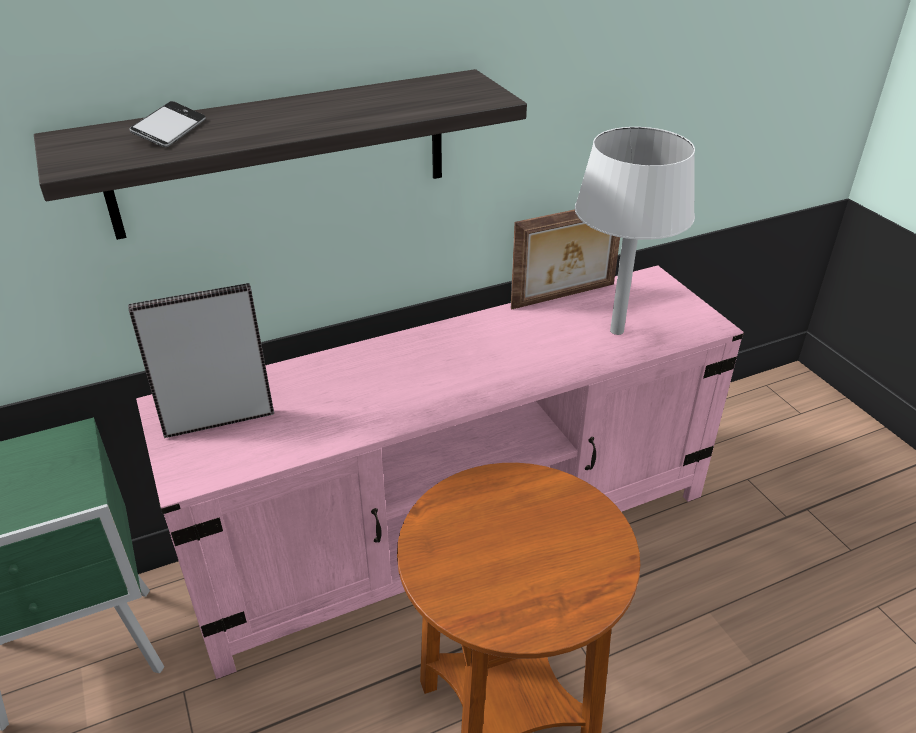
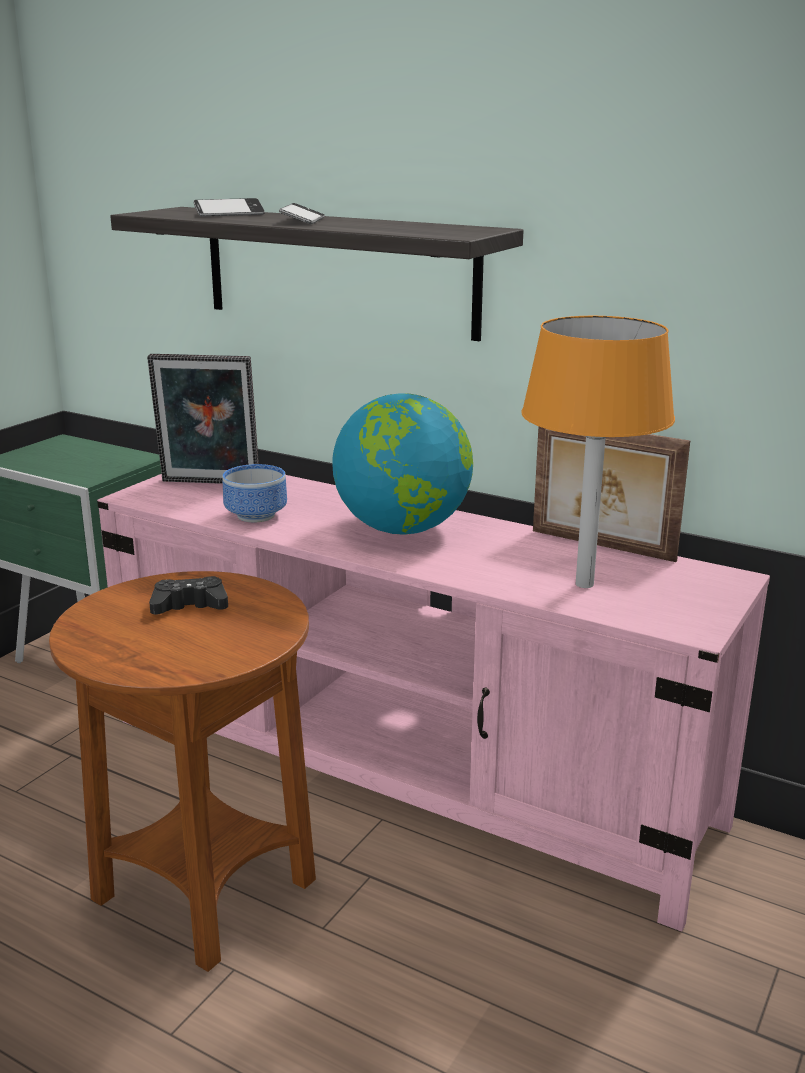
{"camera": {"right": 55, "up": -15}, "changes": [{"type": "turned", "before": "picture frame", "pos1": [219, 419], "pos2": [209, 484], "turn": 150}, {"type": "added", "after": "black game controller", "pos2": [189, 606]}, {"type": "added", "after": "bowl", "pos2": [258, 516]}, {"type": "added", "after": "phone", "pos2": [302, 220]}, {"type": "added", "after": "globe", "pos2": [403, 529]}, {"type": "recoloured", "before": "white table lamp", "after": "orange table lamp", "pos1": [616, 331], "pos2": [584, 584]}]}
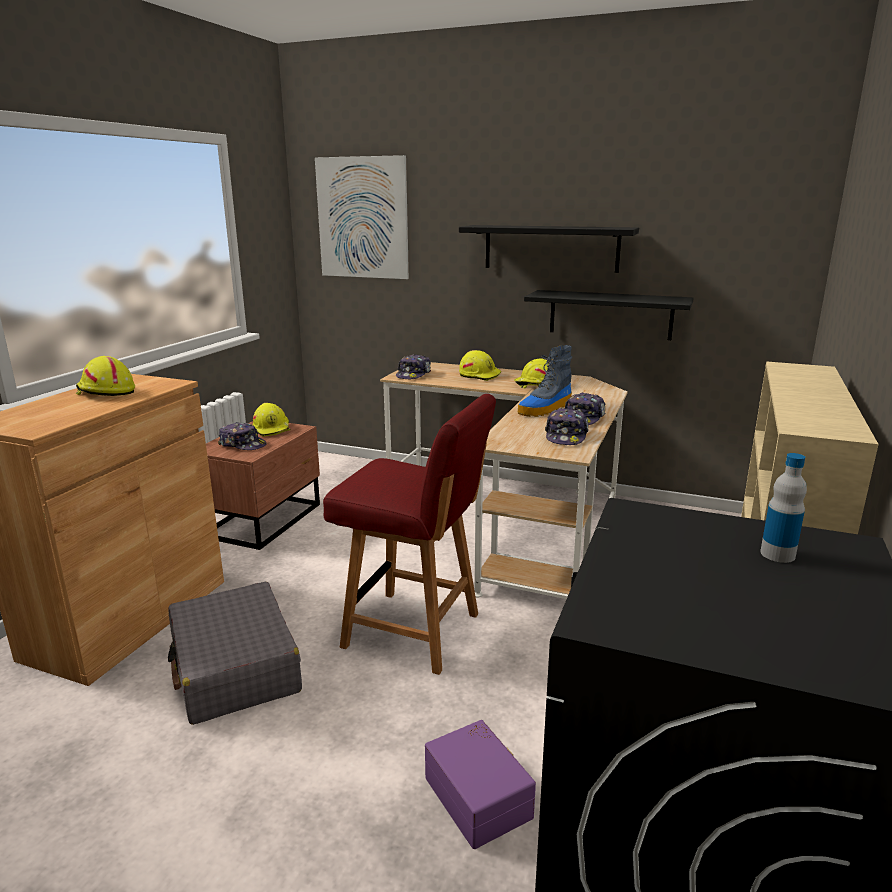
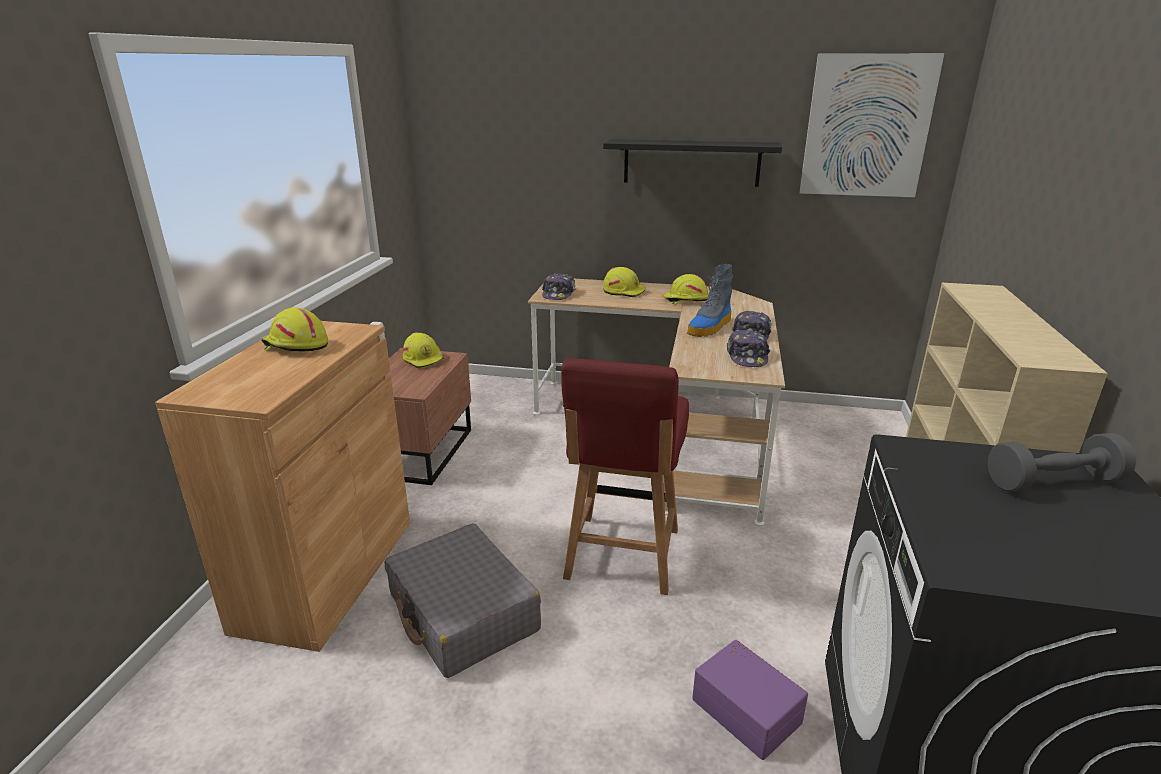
{"camera": {"right": -10, "up": 5}, "changes": [{"type": "turned", "before": "red chair", "pos1": [415, 631], "pos2": [622, 555], "turn": 90}, {"type": "moved", "before": "picture", "pos1": [362, 218], "pos2": [867, 127]}, {"type": "replaced", "before": "bottle", "after": "grey dumbbell", "pos1": [777, 554], "pos2": [1053, 482]}, {"type": "removed", "before": "cap", "pos1": [243, 445]}, {"type": "removed", "before": "black shelf", "pos1": [610, 314]}]}
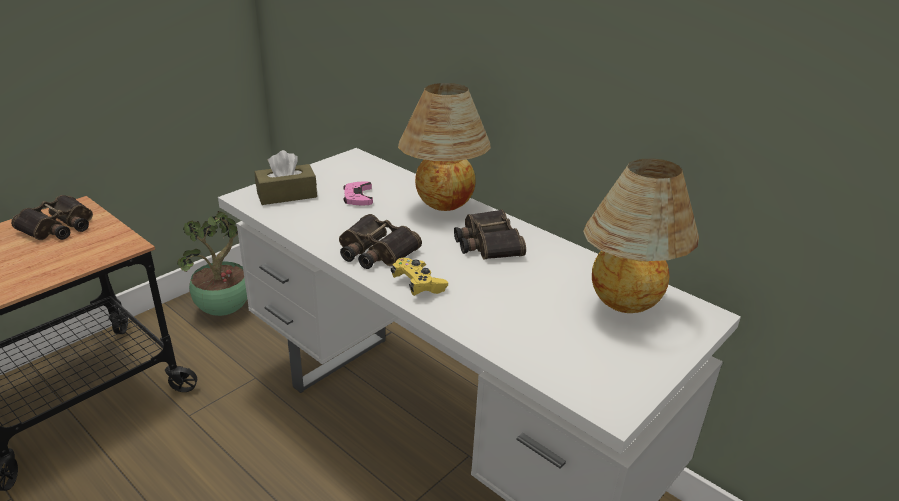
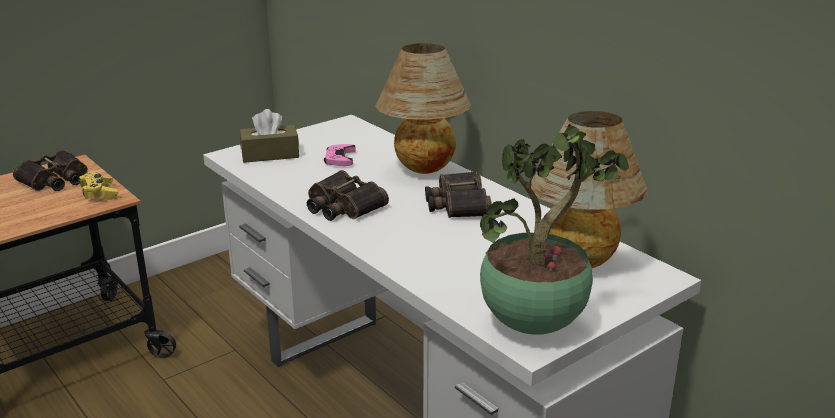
{"camera": {"right": 10, "up": -5}, "changes": [{"type": "moved", "before": "yellow game controller", "pos1": [418, 284], "pos2": [99, 194]}, {"type": "moved", "before": "potted plant", "pos1": [226, 309], "pos2": [535, 324]}]}
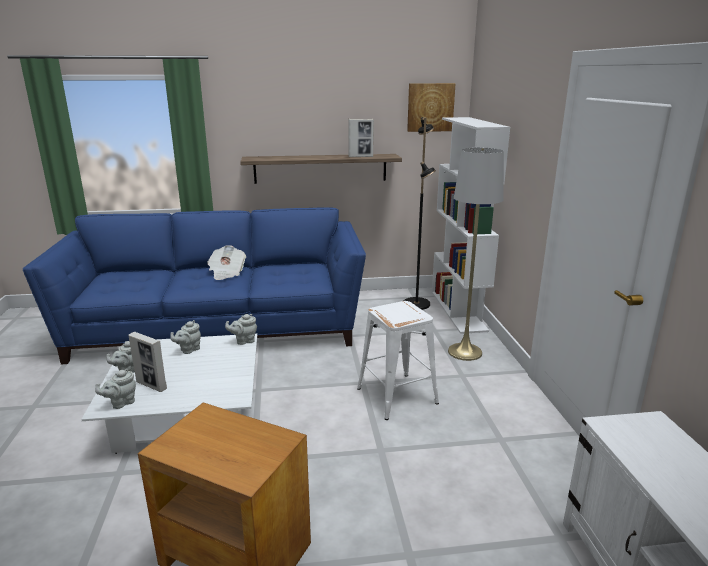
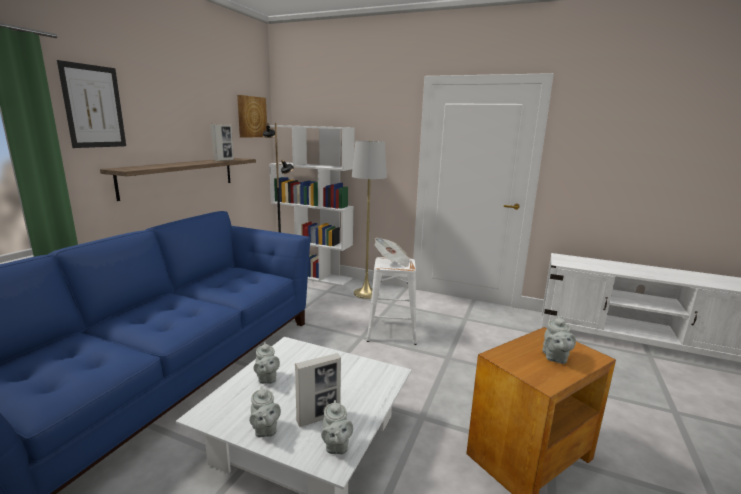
{"camera": {"right": -60, "up": -5}, "changes": [{"type": "added", "after": "picture", "pos2": [94, 106]}, {"type": "moved", "before": "newspaper", "pos1": [227, 273], "pos2": [392, 262]}, {"type": "moved", "before": "grey teapot", "pos1": [244, 341], "pos2": [555, 358]}]}
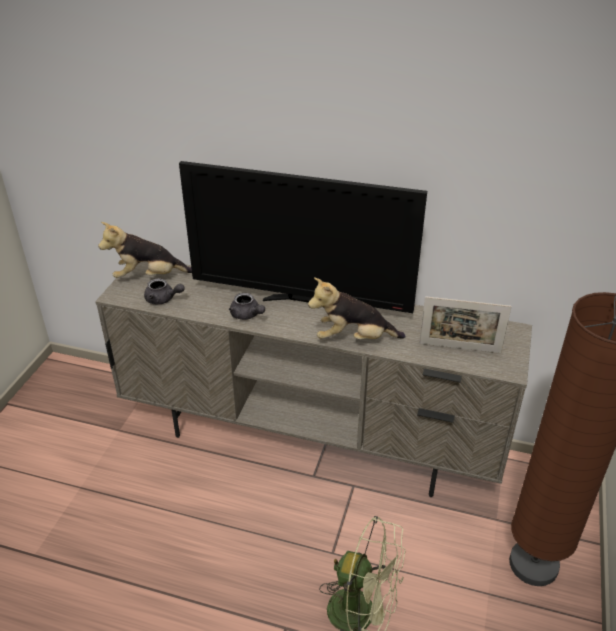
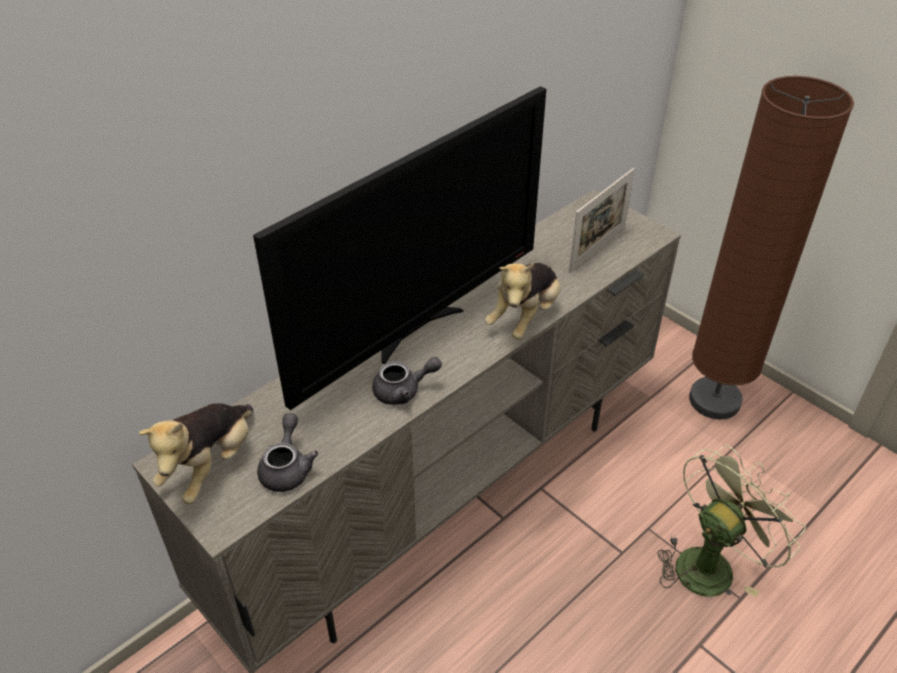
{"camera": {"right": -60, "up": 5}, "changes": [{"type": "turned", "before": "grey teapot", "pos1": [163, 299], "pos2": [287, 467], "turn": -45}]}
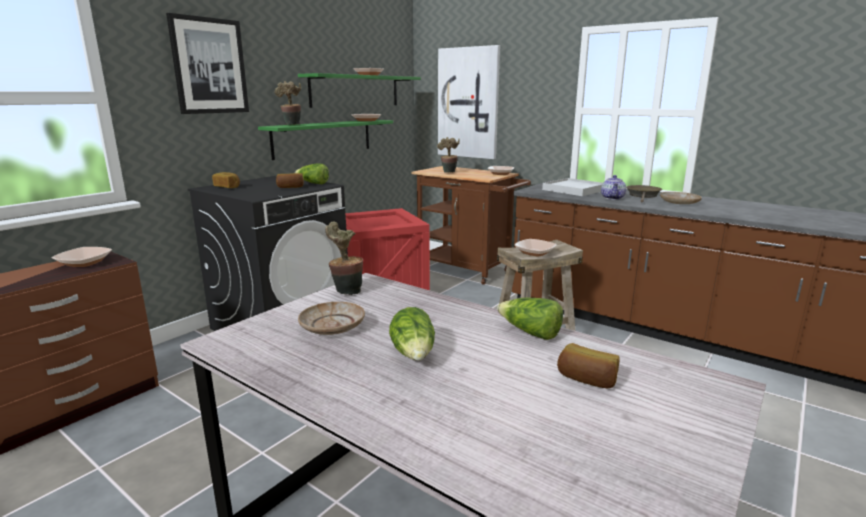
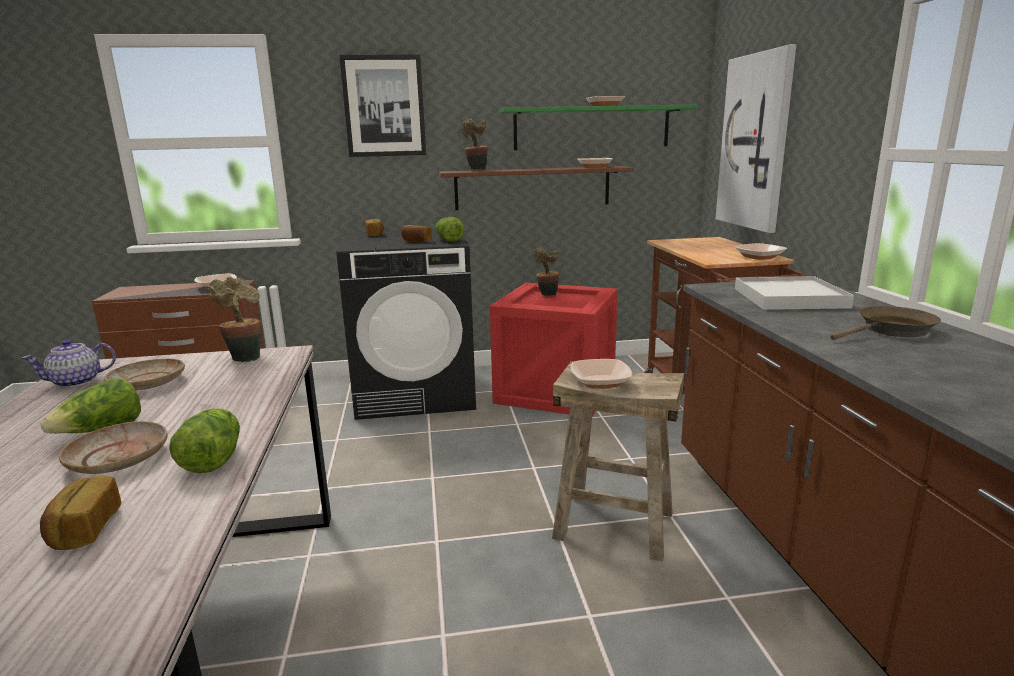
{"camera": {"right": 45, "up": 0}, "changes": [{"type": "moved", "before": "teapot", "pos1": [612, 198], "pos2": [77, 382]}, {"type": "moved", "before": "beige plate", "pos1": [679, 202], "pos2": [119, 458]}, {"type": "recoloured", "before": "green shelf", "after": "brown shelf", "pos1": [323, 138], "pos2": [532, 188]}, {"type": "moved", "before": "potted plant", "pos1": [449, 172], "pos2": [546, 295]}]}
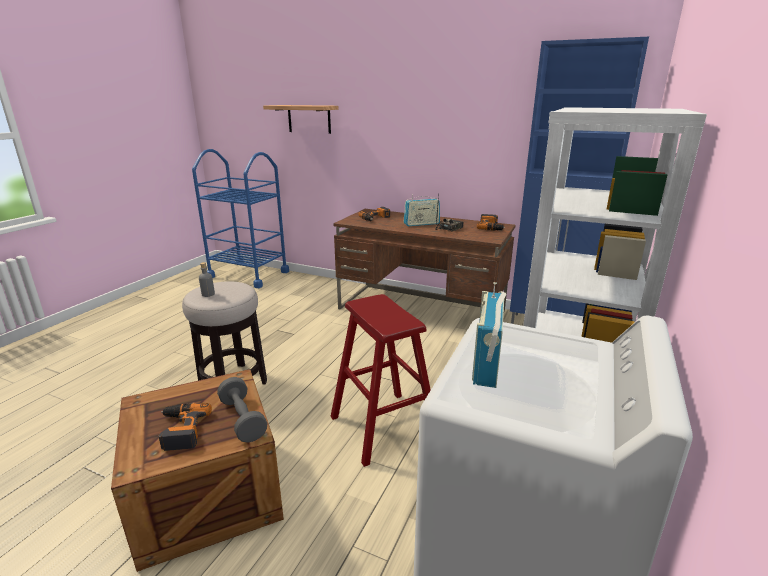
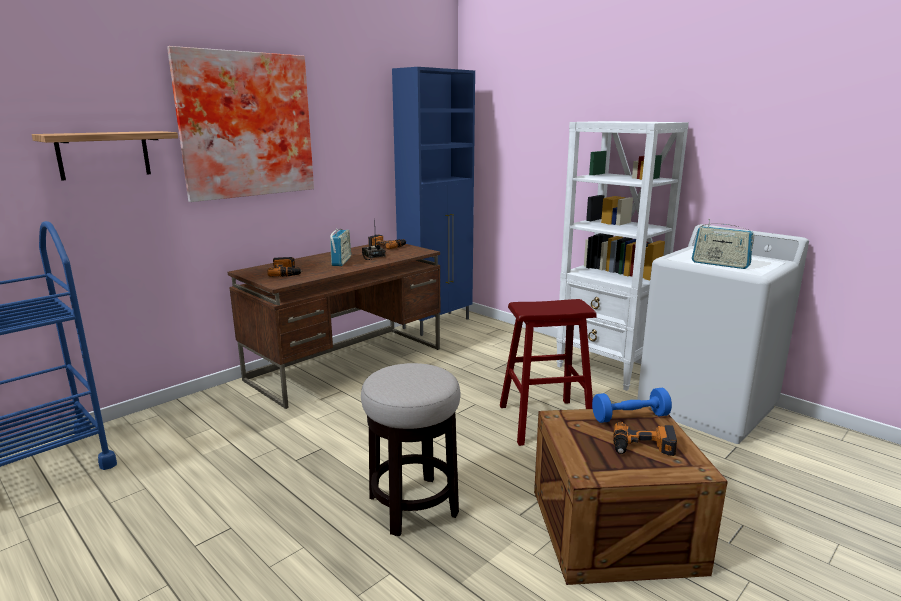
{"camera": {"right": -70, "up": -5}, "changes": [{"type": "added", "after": "picture", "pos2": [245, 125]}, {"type": "recoloured", "before": "grey dumbbell", "after": "blue dumbbell", "pos1": [243, 419], "pos2": [630, 417]}, {"type": "removed", "before": "grey bottle", "pos1": [208, 294]}]}
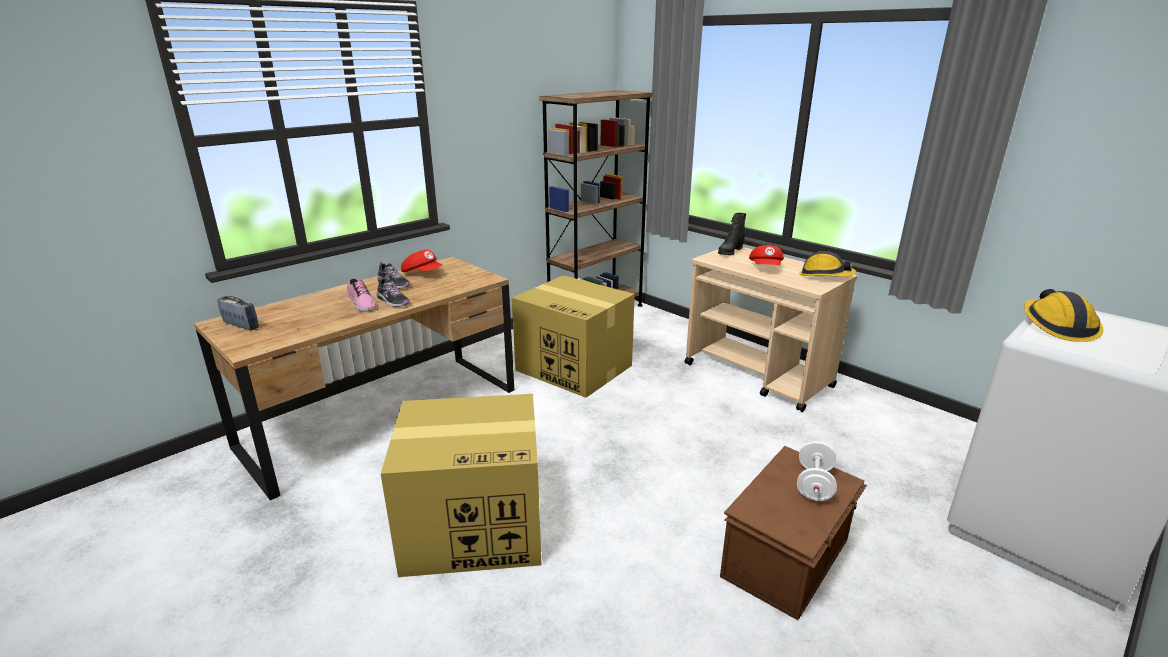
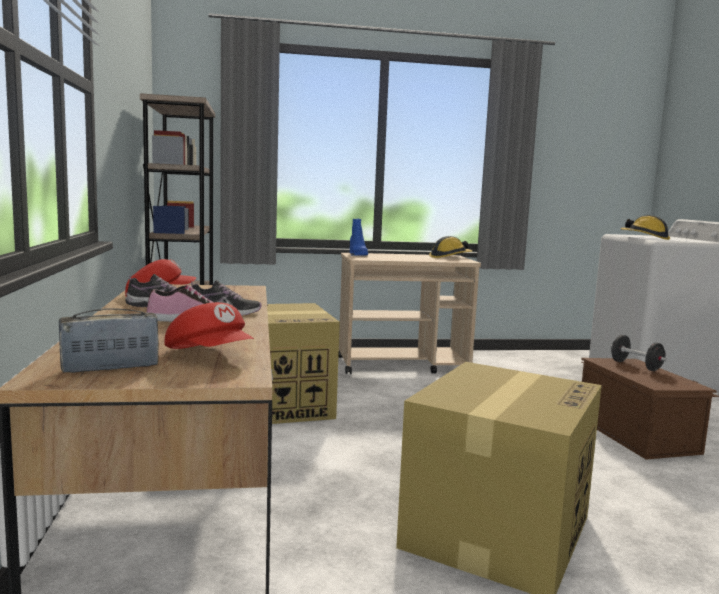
{"camera": {"right": -55, "up": -15}, "changes": [{"type": "moved", "before": "red cap", "pos1": [766, 268], "pos2": [211, 355]}, {"type": "recoloured", "before": "black boot", "after": "blue boot", "pos1": [730, 252], "pos2": [357, 255]}, {"type": "recoloured", "before": "white dumbbell", "after": "black dumbbell", "pos1": [814, 484], "pos2": [636, 366]}]}
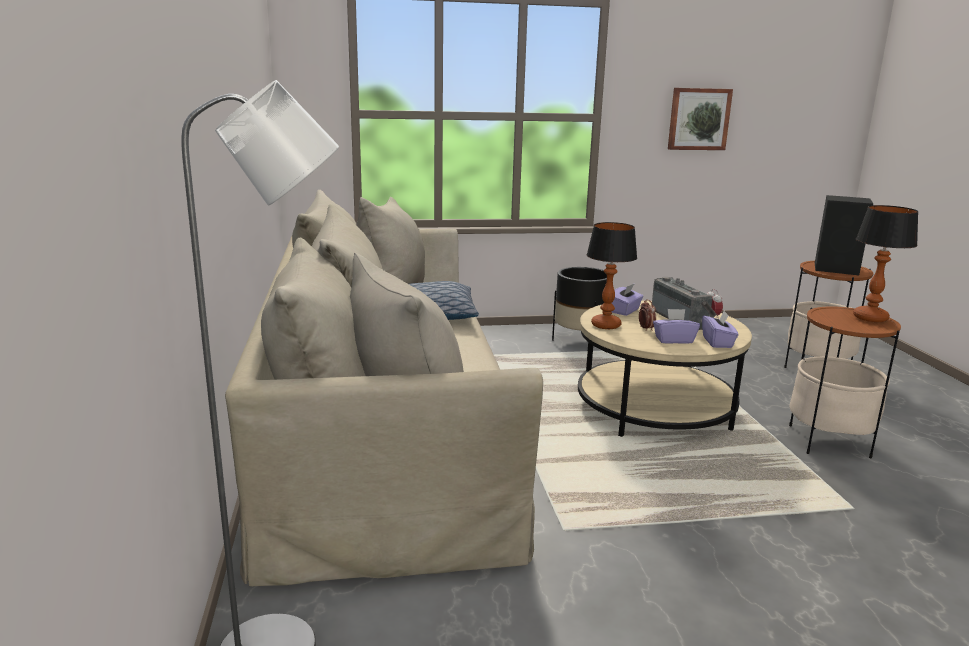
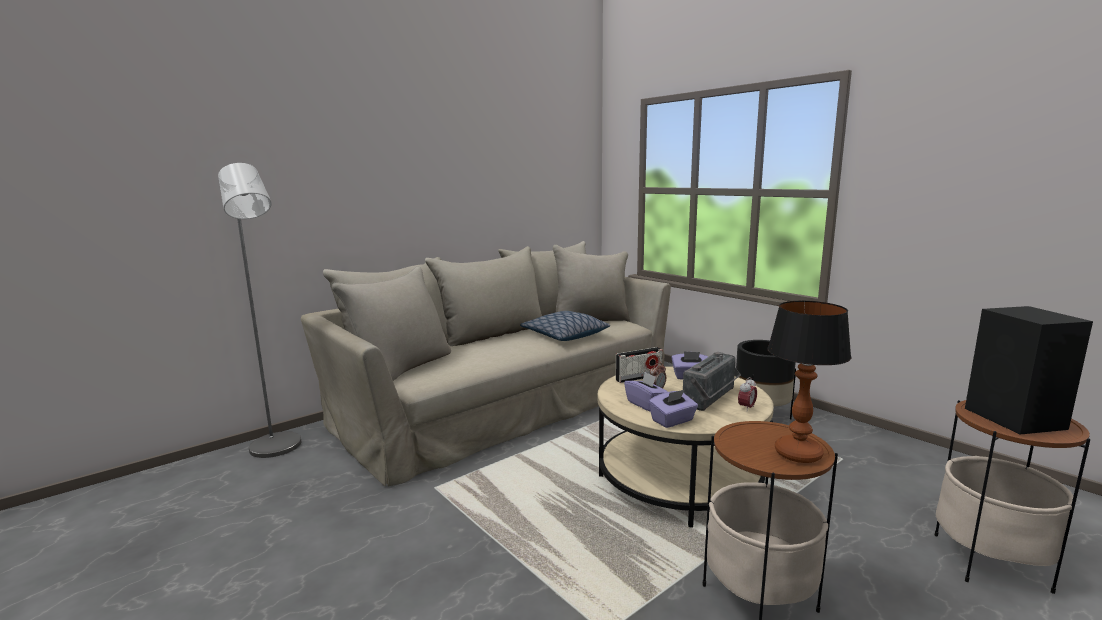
{"camera": {"right": 60, "up": -5}, "changes": [{"type": "replaced", "before": "table lamp", "after": "radio", "pos1": [605, 325], "pos2": [638, 377]}, {"type": "removed", "before": "picture", "pos1": [698, 119]}]}
